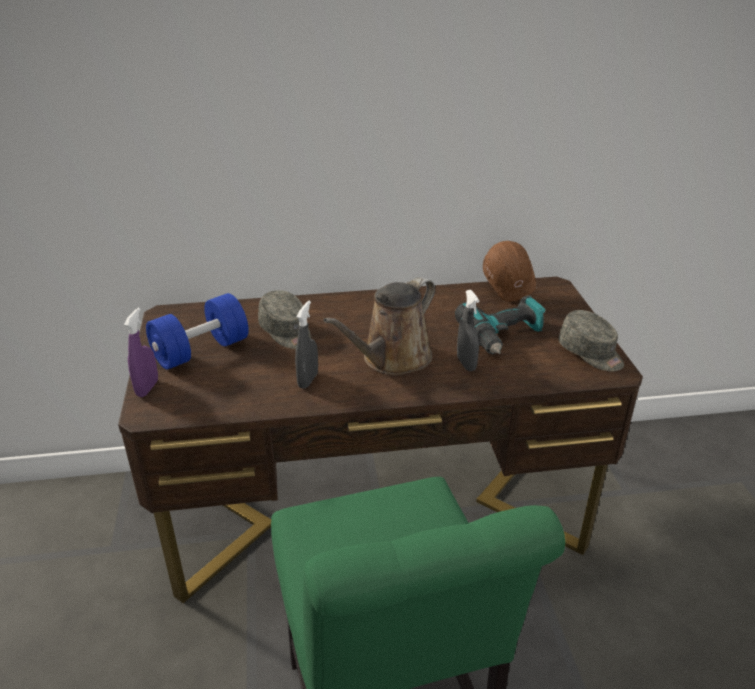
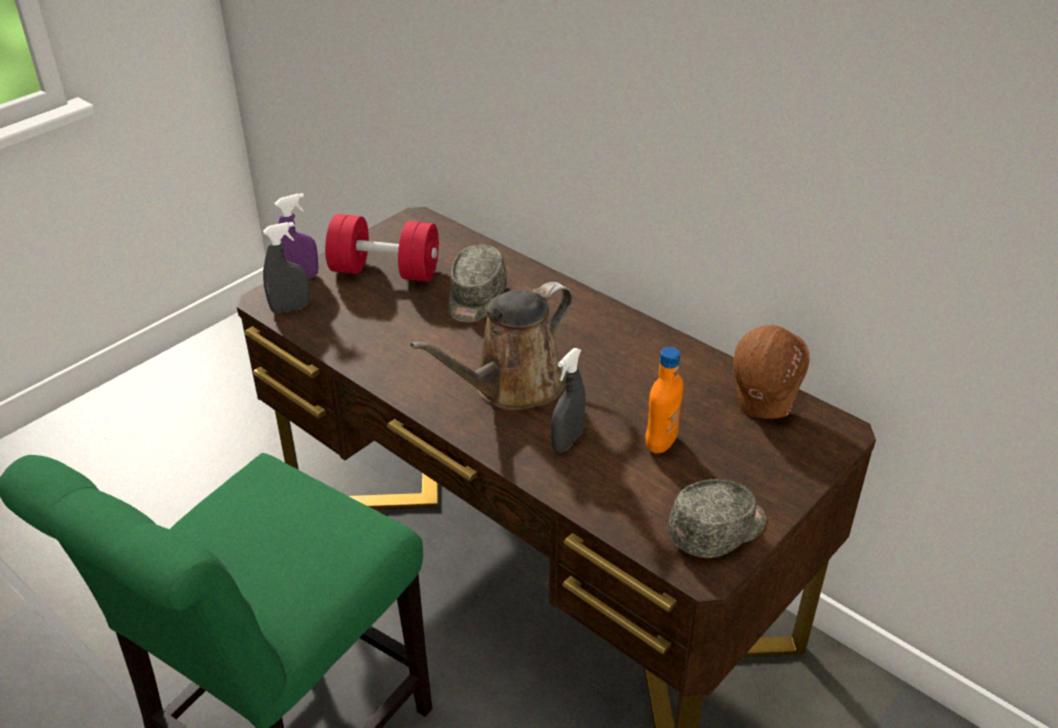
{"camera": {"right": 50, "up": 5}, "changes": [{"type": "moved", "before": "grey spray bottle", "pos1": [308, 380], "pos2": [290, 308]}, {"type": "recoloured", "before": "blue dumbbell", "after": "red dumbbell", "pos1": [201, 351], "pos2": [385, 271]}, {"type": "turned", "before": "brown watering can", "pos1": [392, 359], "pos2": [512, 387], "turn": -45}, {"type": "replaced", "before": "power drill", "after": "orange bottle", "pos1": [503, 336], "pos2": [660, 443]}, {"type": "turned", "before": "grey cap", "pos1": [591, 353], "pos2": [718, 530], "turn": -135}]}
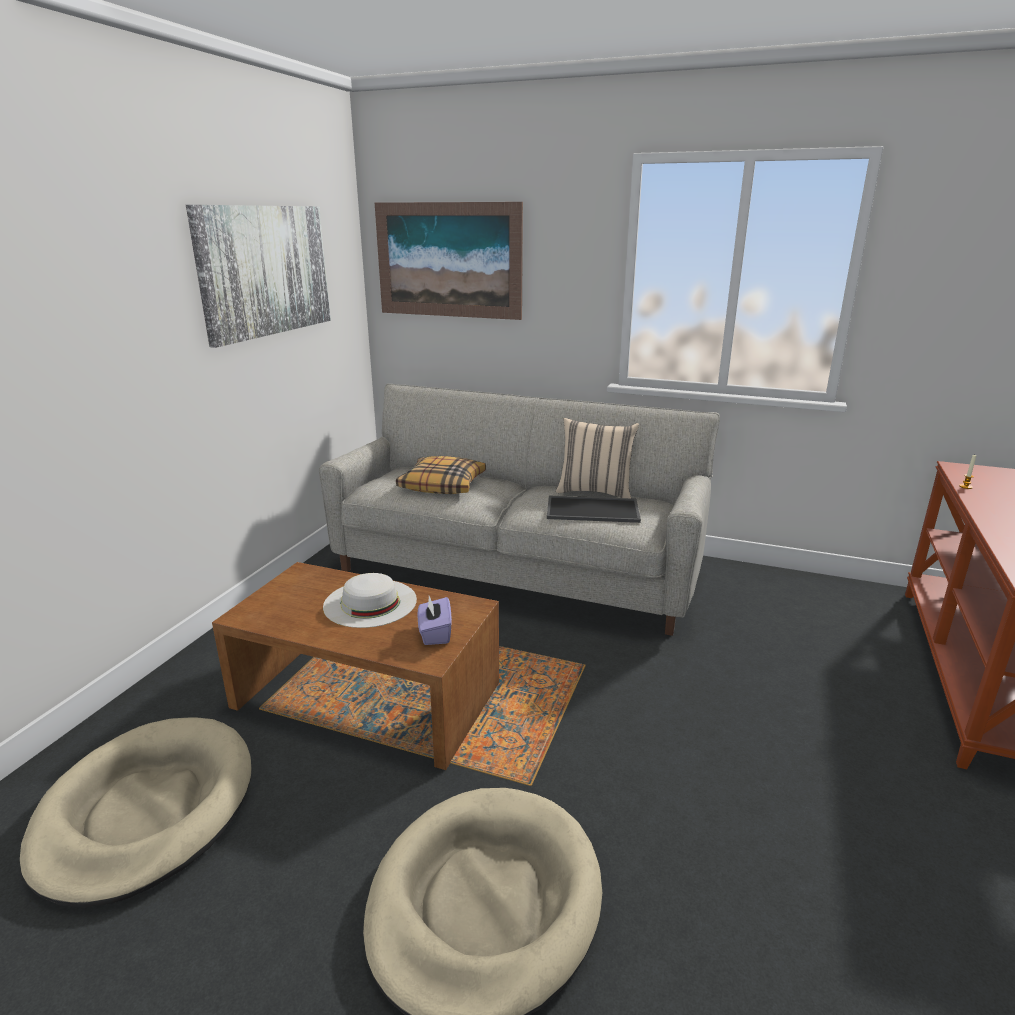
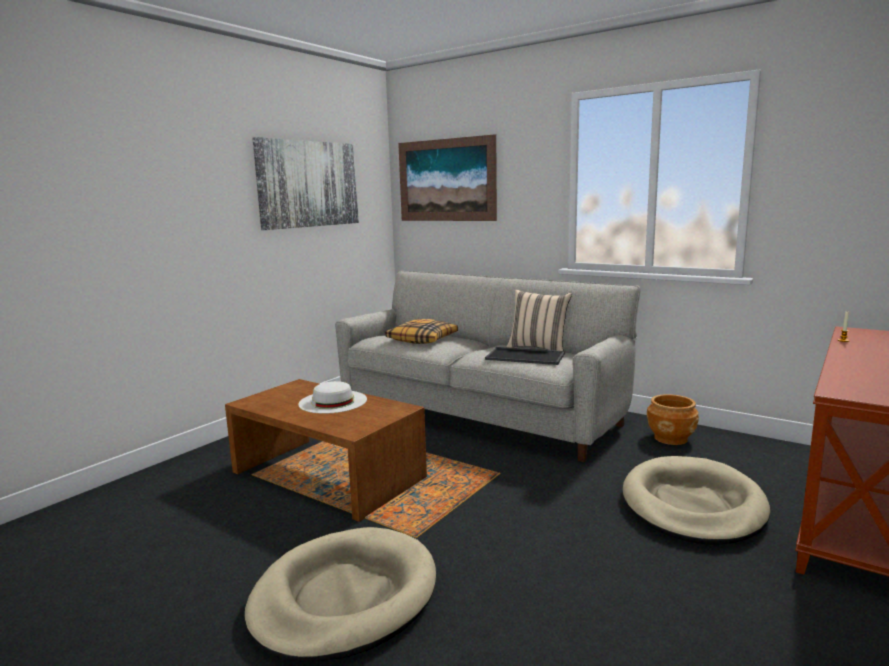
{"camera": {"right": 15, "up": -10}, "changes": [{"type": "moved", "before": "beige dog bed", "pos1": [146, 811], "pos2": [692, 505]}, {"type": "added", "after": "brown planter", "pos2": [671, 438]}, {"type": "removed", "before": "purple tissue box", "pos1": [435, 633]}]}
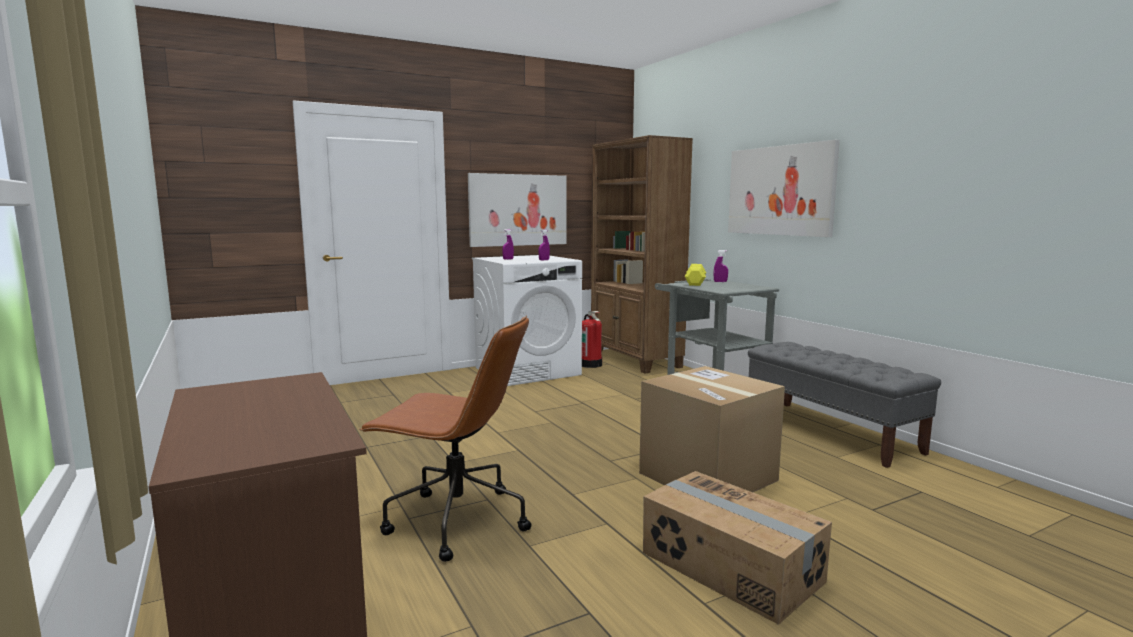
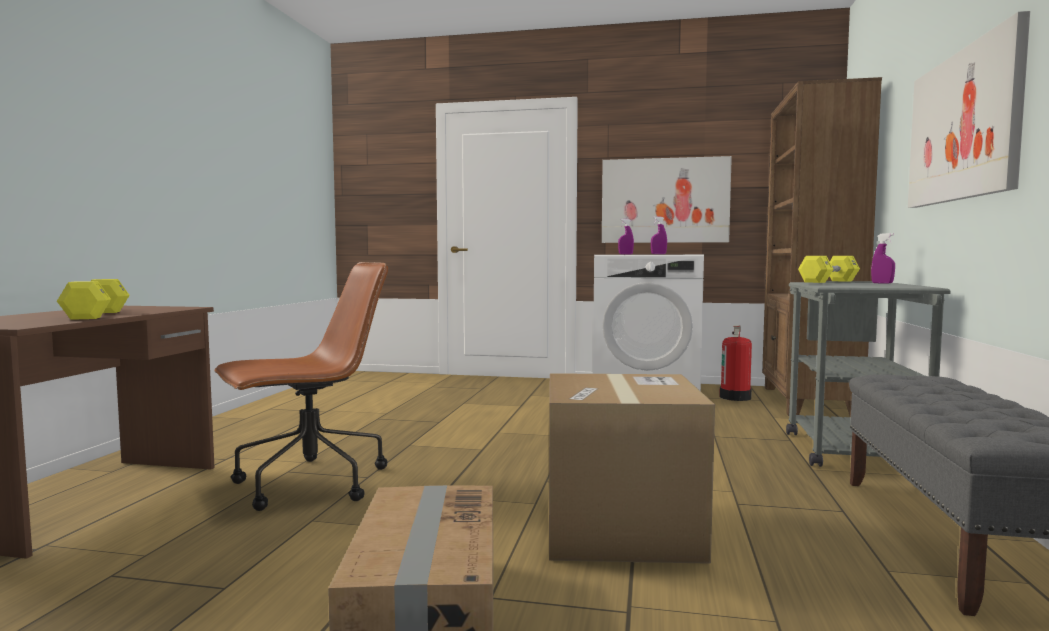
{"camera": {"right": 40, "up": -5}, "changes": [{"type": "added", "after": "yellow dumbbell", "pos2": [96, 315]}, {"type": "turned", "before": "brown office chair", "pos1": [455, 521], "pos2": [308, 484], "turn": -90}]}
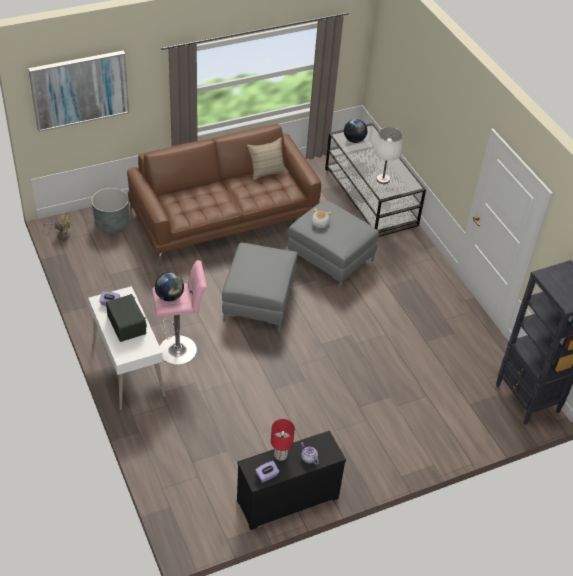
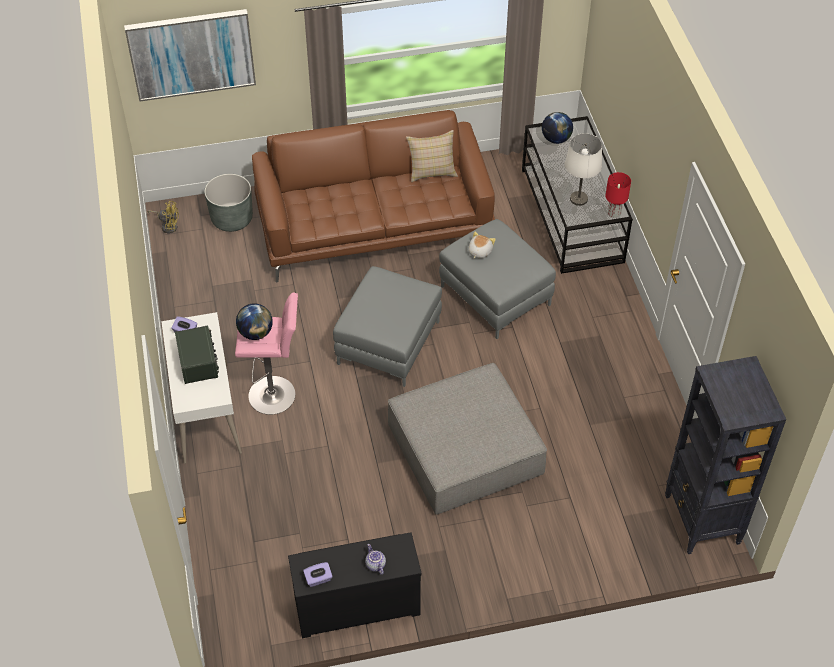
{"camera": {"right": 15, "up": 5}, "changes": [{"type": "added", "after": "grey ottoman", "pos2": [464, 451]}, {"type": "moved", "before": "red table lamp", "pos1": [280, 454], "pos2": [614, 212]}]}
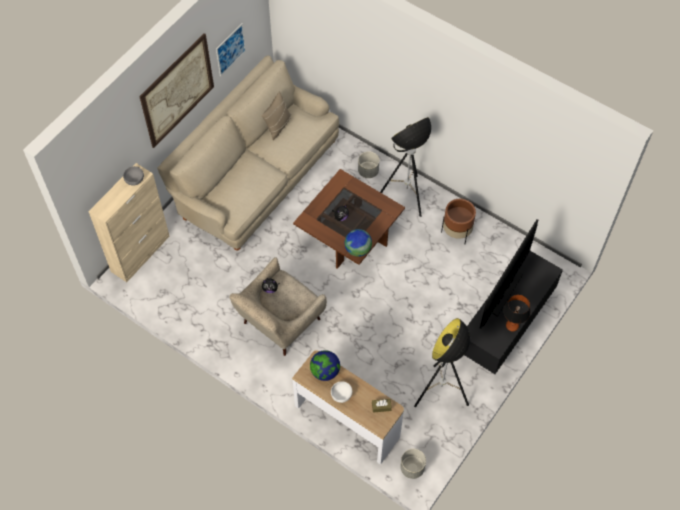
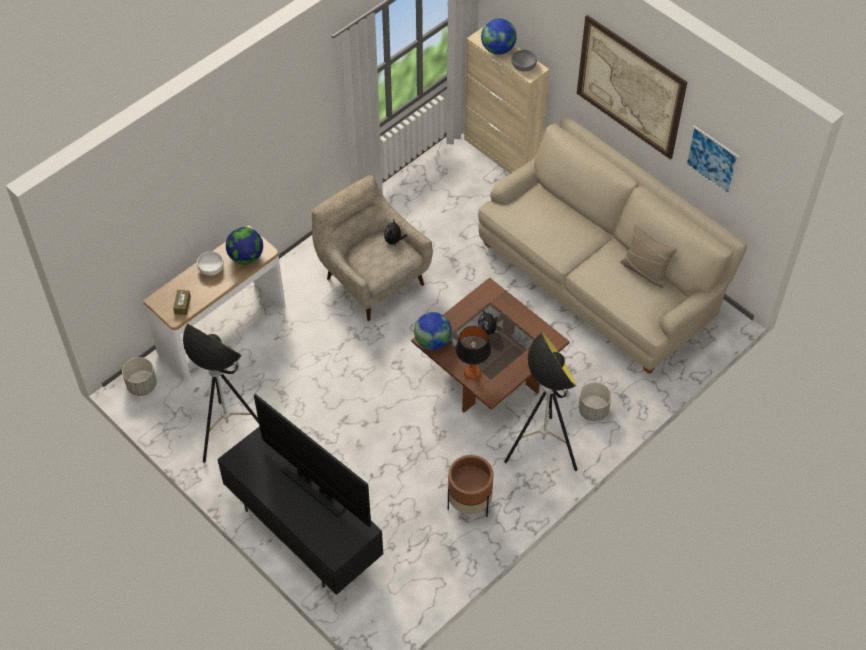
{"camera": {"right": 100, "up": -5}, "changes": [{"type": "moved", "before": "table lamp", "pos1": [512, 326], "pos2": [472, 373]}, {"type": "added", "after": "globe", "pos2": [498, 49]}]}
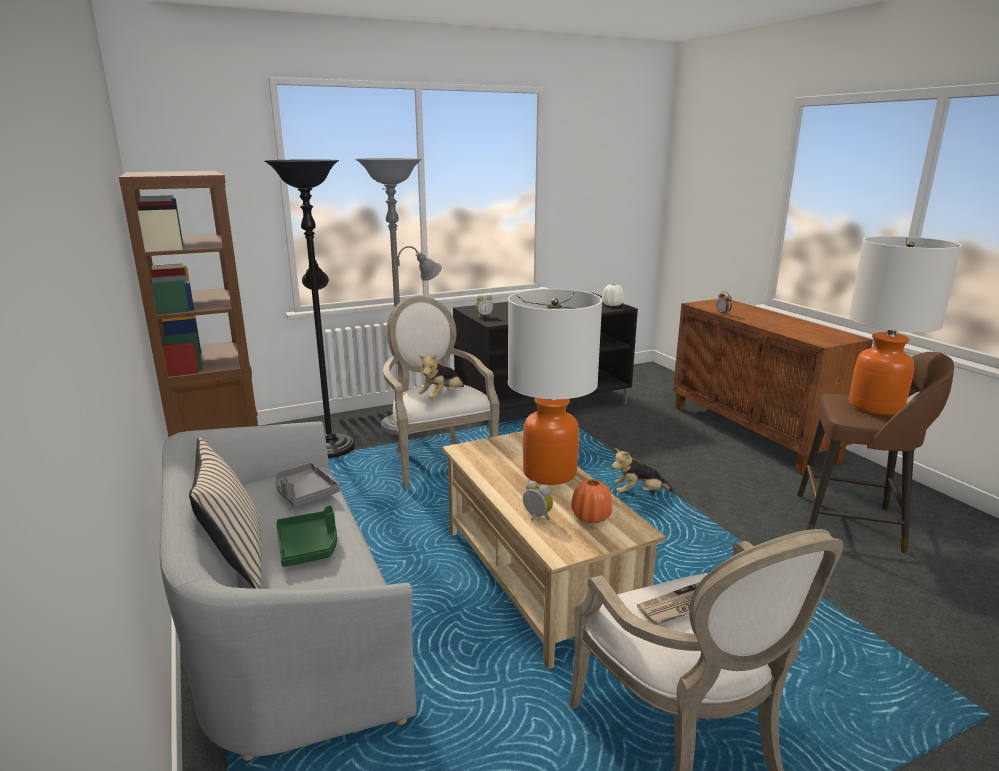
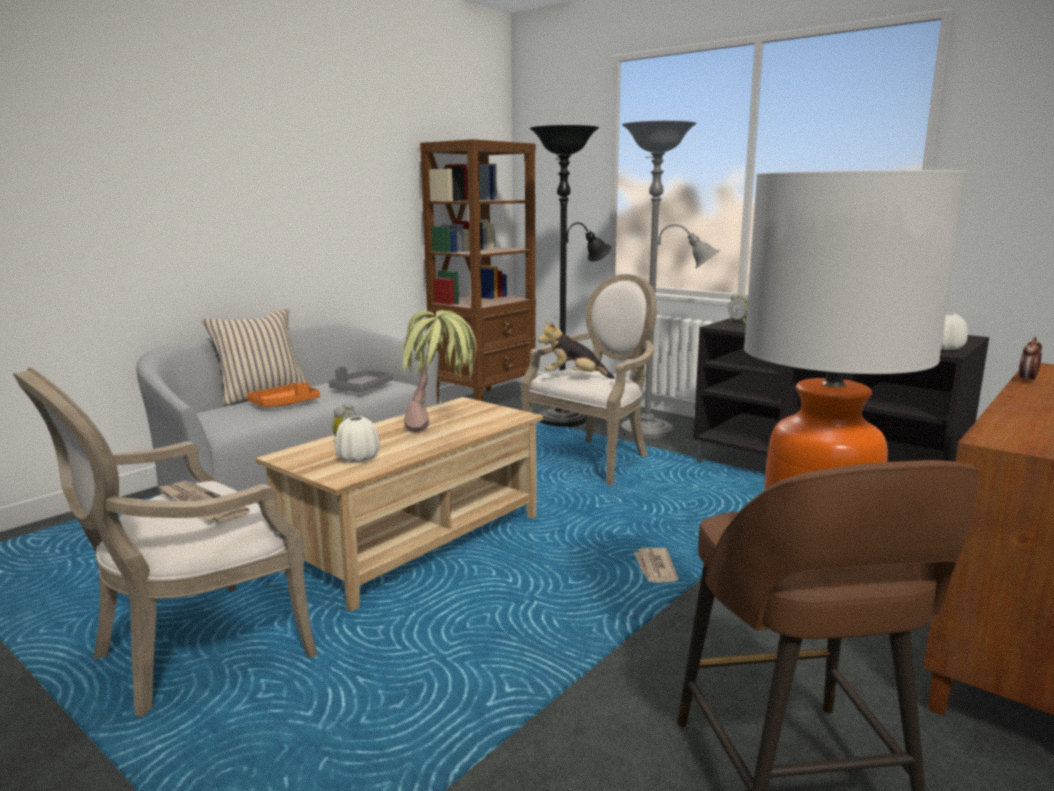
{"camera": {"right": 65, "up": -5}, "changes": [{"type": "recoloured", "before": "green tray", "after": "orange tray", "pos1": [309, 546], "pos2": [285, 404]}, {"type": "recoloured", "before": "orange vase", "after": "white vase", "pos1": [591, 517], "pos2": [358, 458]}, {"type": "replaced", "before": "table lamp", "after": "potted plant", "pos1": [549, 473], "pos2": [440, 434]}, {"type": "replaced", "before": "plush toy", "after": "newspaper", "pos1": [639, 493], "pos2": [655, 568]}]}
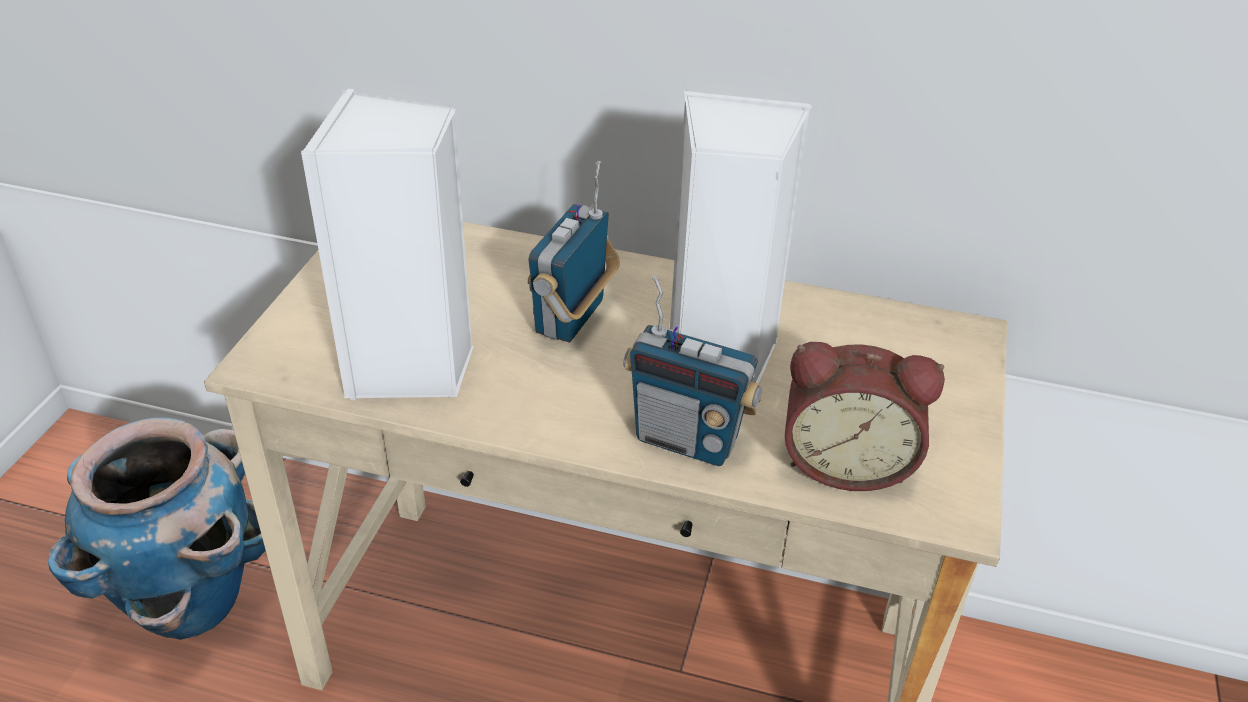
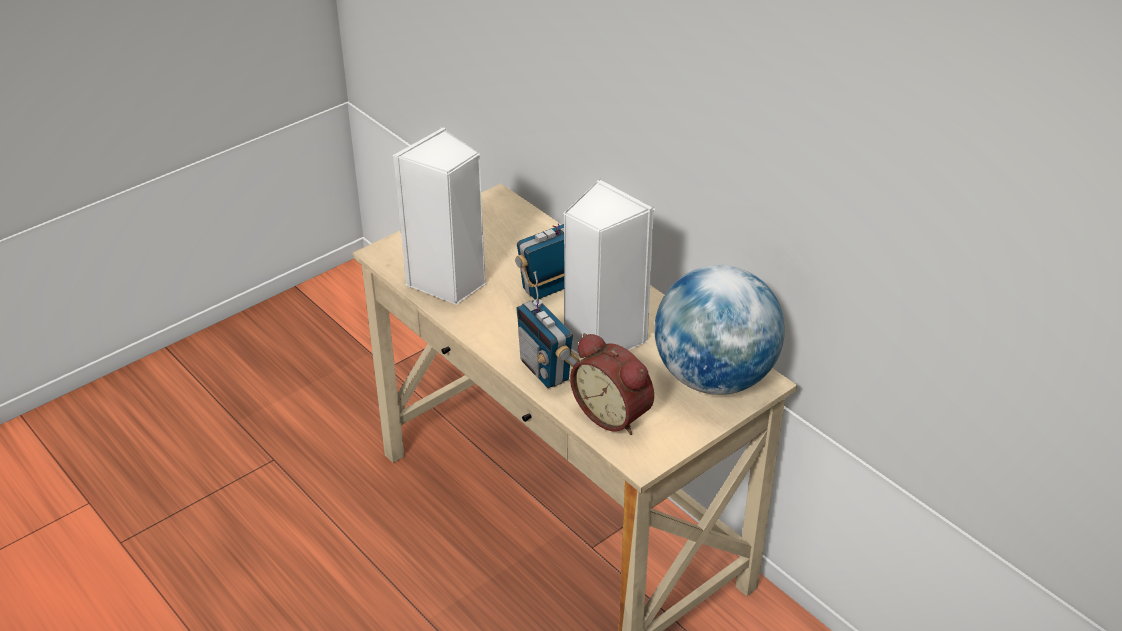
{"camera": {"right": 35, "up": 0}, "changes": [{"type": "added", "after": "globe", "pos2": [714, 378]}, {"type": "removed", "before": "planter", "pos1": [188, 603]}]}
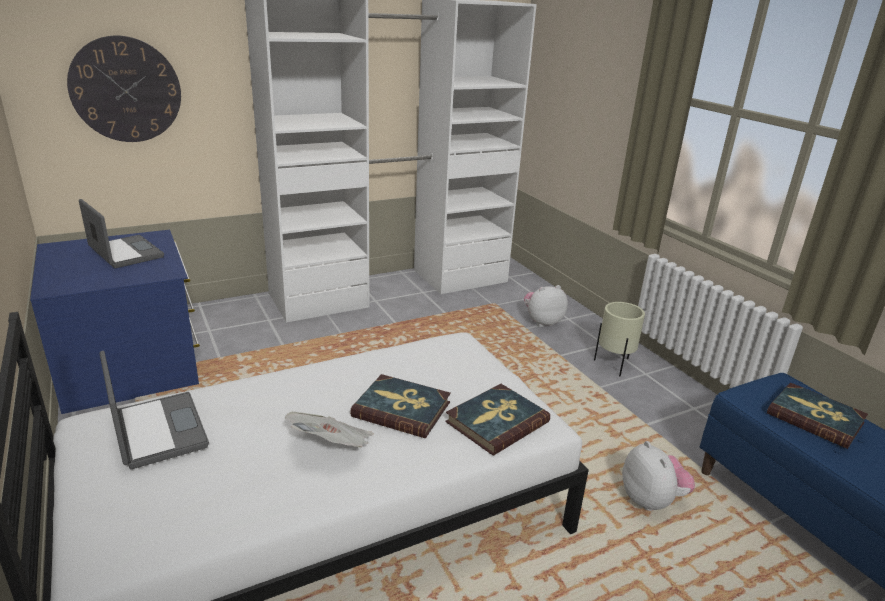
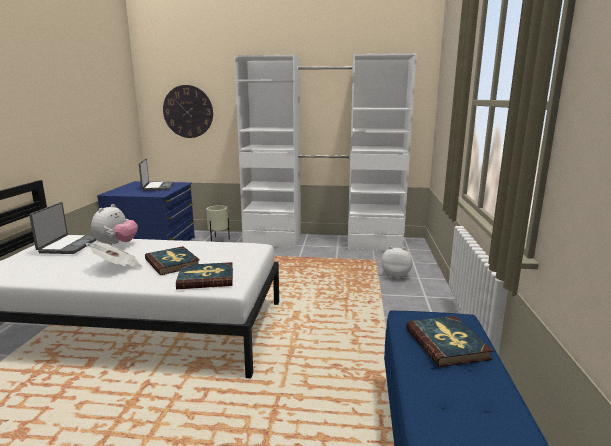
{"camera": {"right": 35, "up": -10}, "changes": [{"type": "moved", "before": "plush toy", "pos1": [651, 500], "pos2": [116, 244]}, {"type": "moved", "before": "beige planter", "pos1": [613, 365], "pos2": [218, 240]}]}
